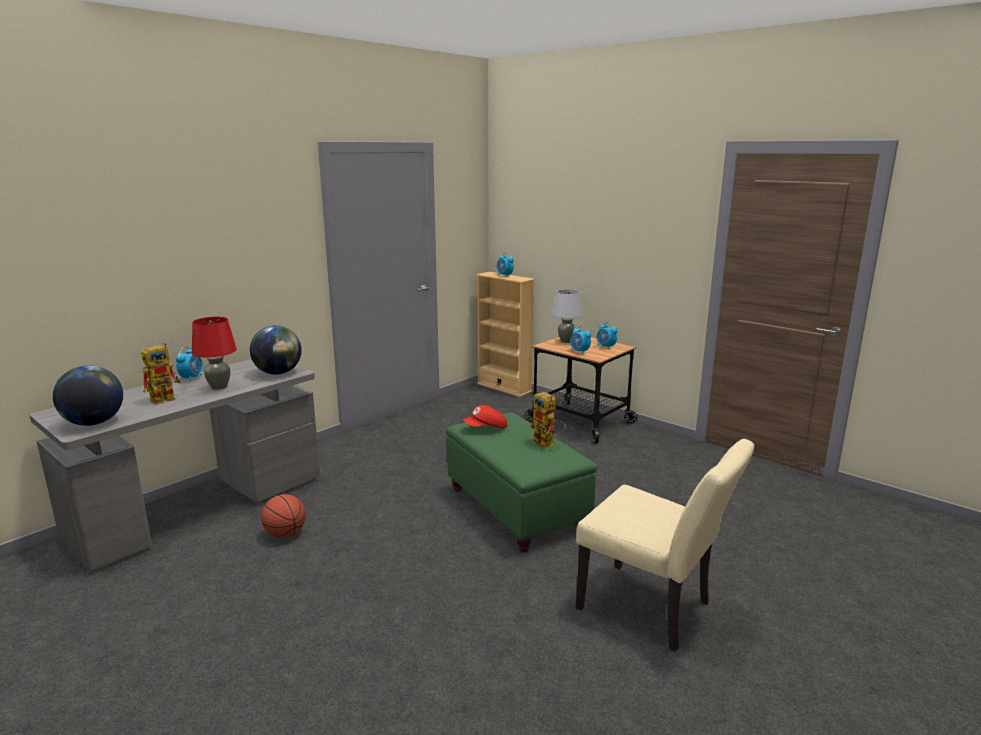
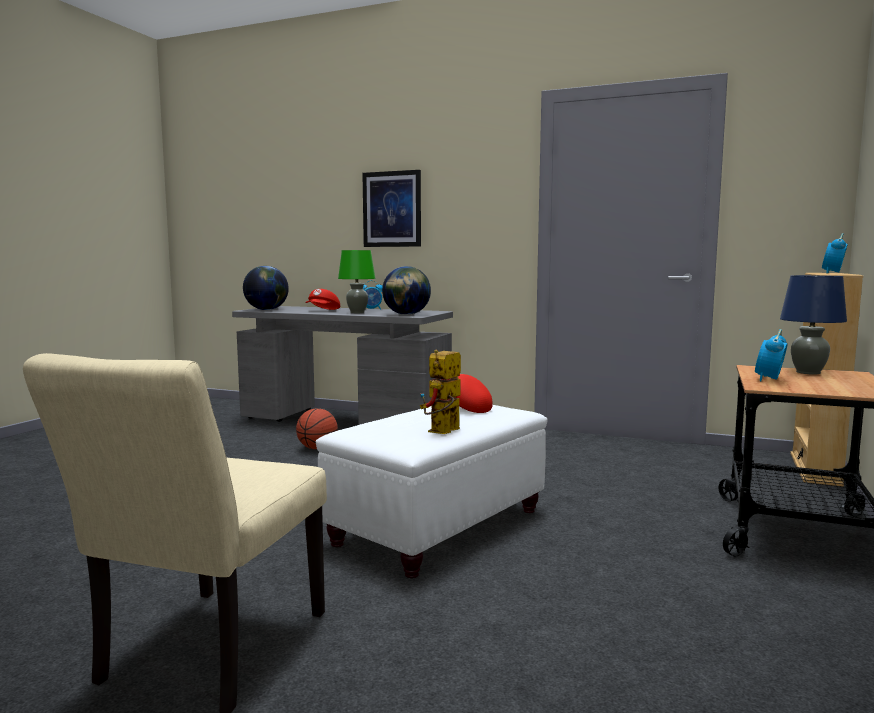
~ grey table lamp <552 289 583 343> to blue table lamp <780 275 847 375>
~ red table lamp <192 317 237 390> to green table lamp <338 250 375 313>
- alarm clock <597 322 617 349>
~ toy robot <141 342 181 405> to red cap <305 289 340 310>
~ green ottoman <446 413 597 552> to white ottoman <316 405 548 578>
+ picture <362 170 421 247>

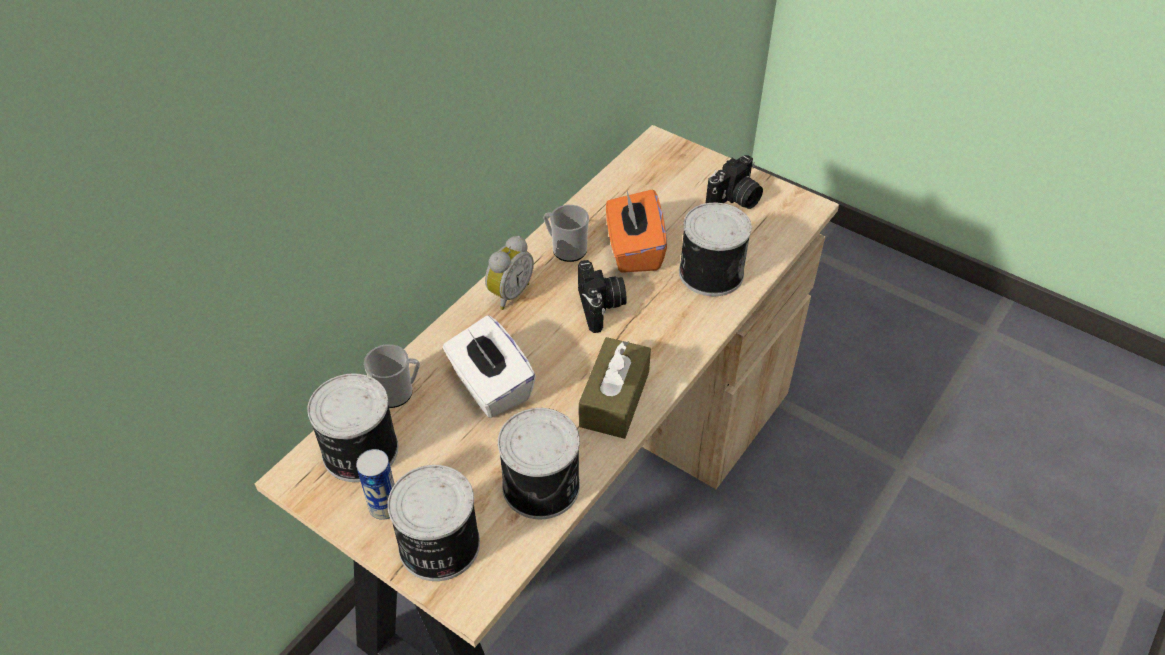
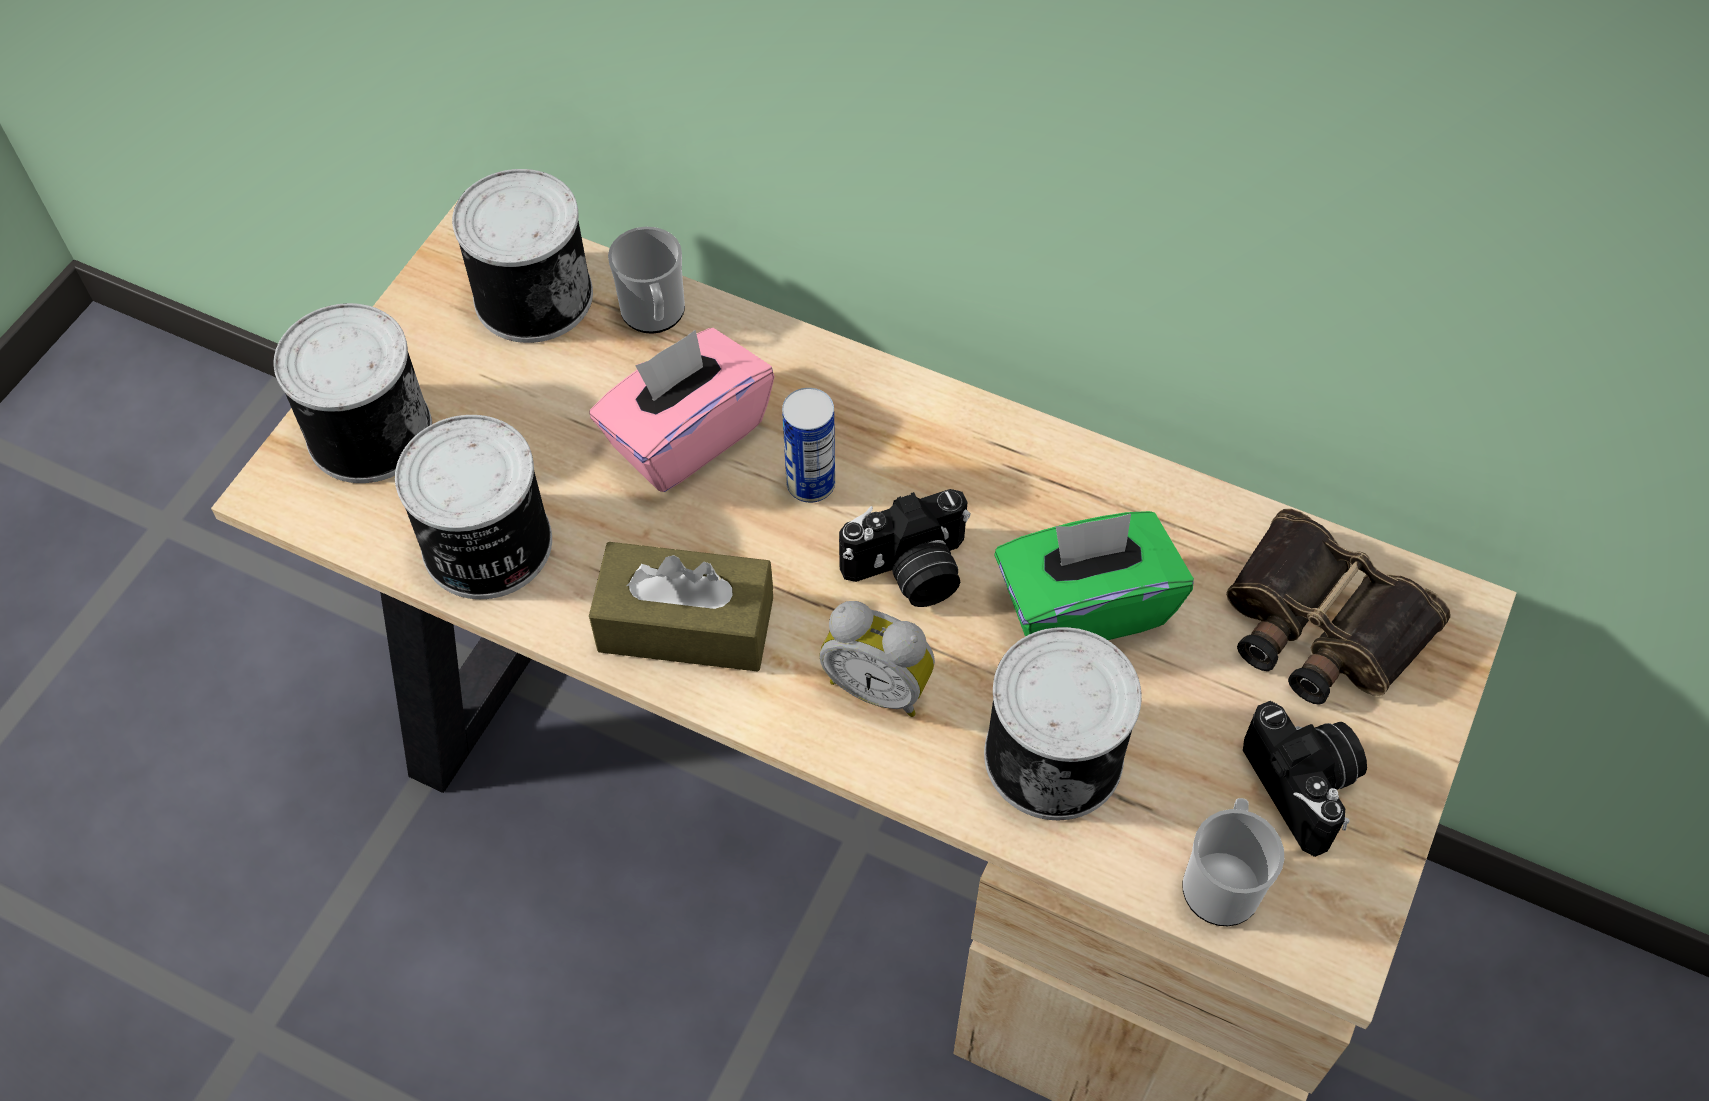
~ photo camera <706 155 763 209> = <1243 701 1367 857> 150 degrees counterclockwise
~ orange tissue box <606 189 667 273> to green tissue box <994 511 1194 640>
~ mug <543 205 589 262> to <1182 798 1284 926>
~ alarm clock <485 236 534 310> to <819 601 935 717>
~ white tissue box <443 315 536 418> to pink tissue box <590 328 775 492>
~ can <356 449 395 520> to <782 388 835 503>
+ binoculars <1226 509 1451 705>

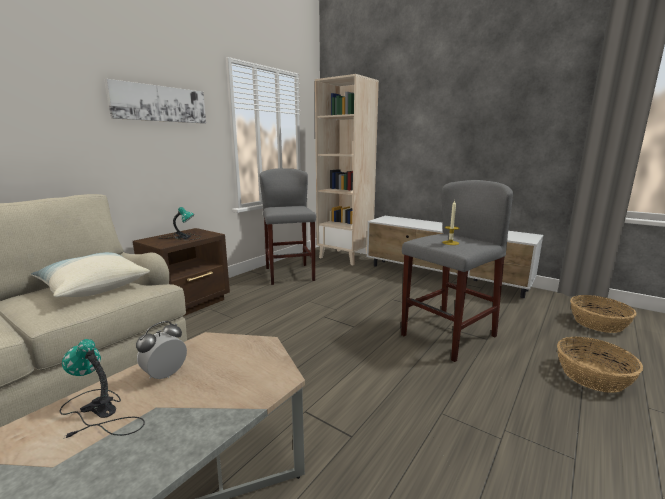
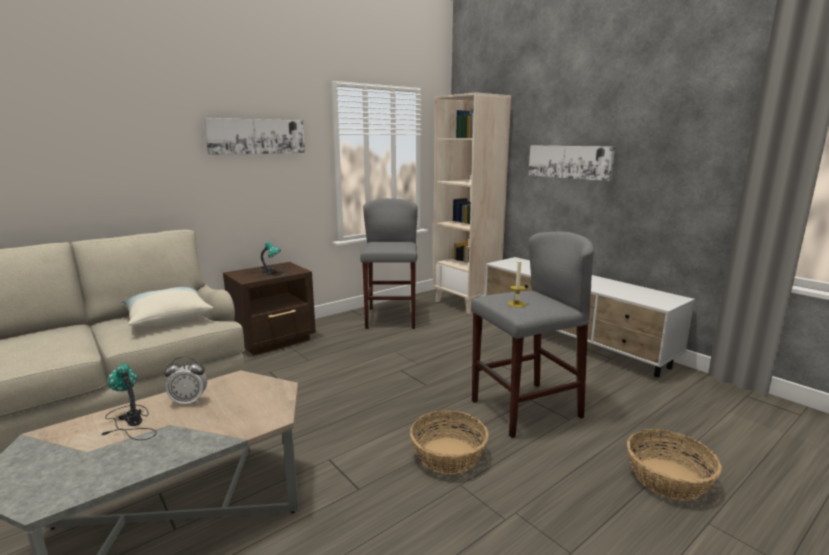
~ basket <570 295 636 333> to <410 410 489 474>
~ alarm clock <136 321 187 379> = <164 357 207 406> 150 degrees counterclockwise
+ picture <528 146 615 181>

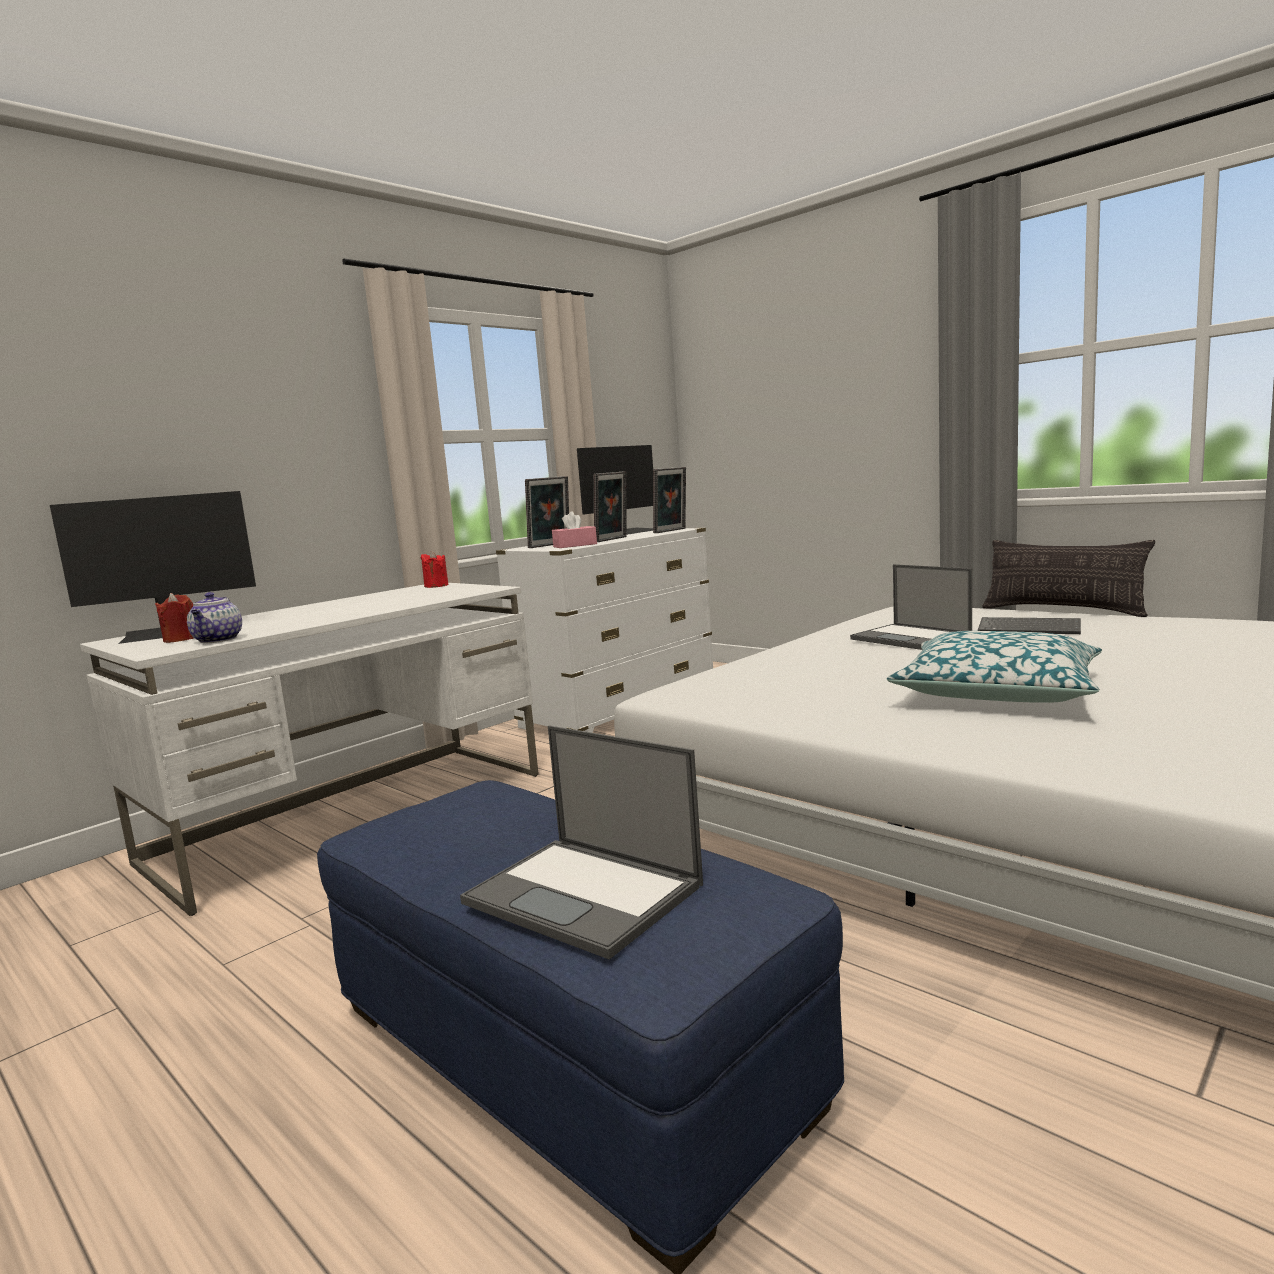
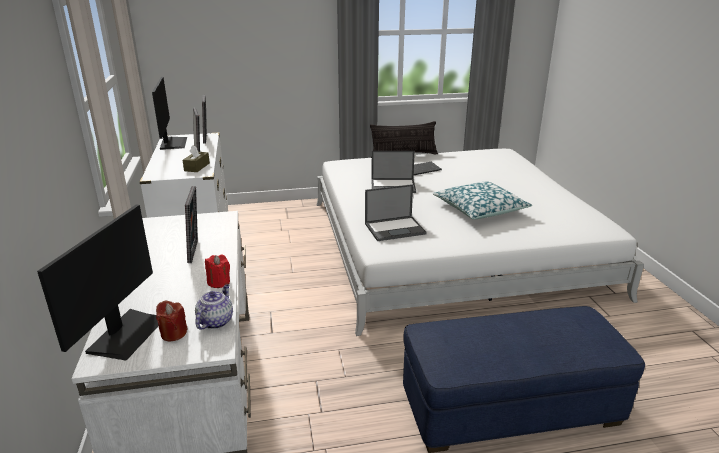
~ picture frame <525 476 569 548> to <185 186 198 263>
~ pink tissue box <552 511 597 548> to brown tissue box <183 145 210 172>
~ red candle <421 551 448 588> to <205 254 230 288>
~ teapot <187 592 242 643> = <195 284 233 330> 105 degrees counterclockwise
~ laptop <460 725 703 960> to <365 184 427 241>

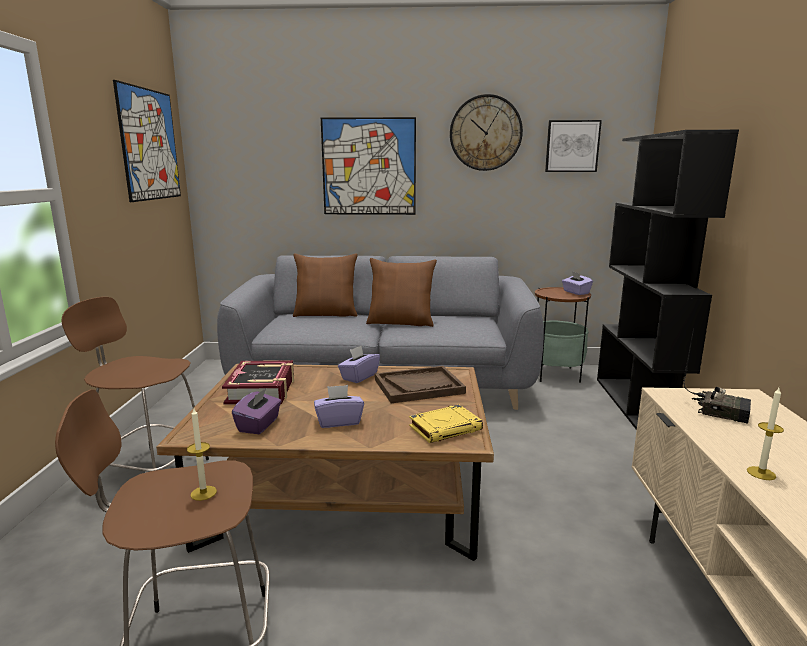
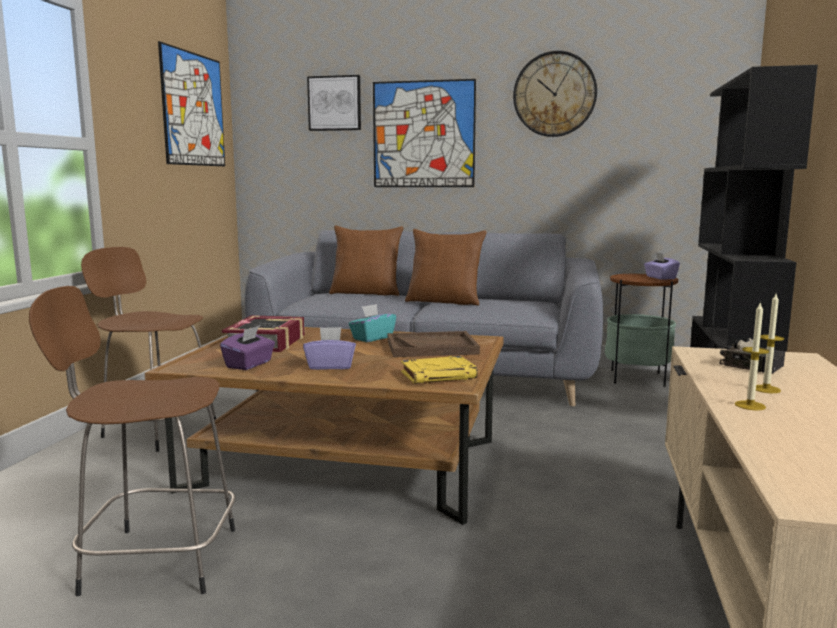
~ picture <545 120 602 172> to <307 75 361 131>
~ purple tissue box <338 346 380 383> to turquoise tissue box <348 304 396 342>
~ candle <187 409 217 501> to <756 294 784 393>

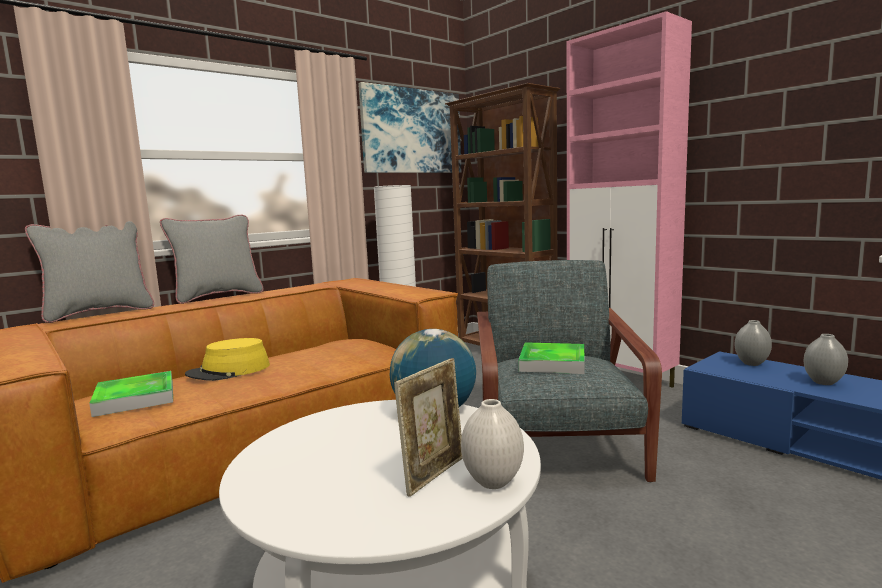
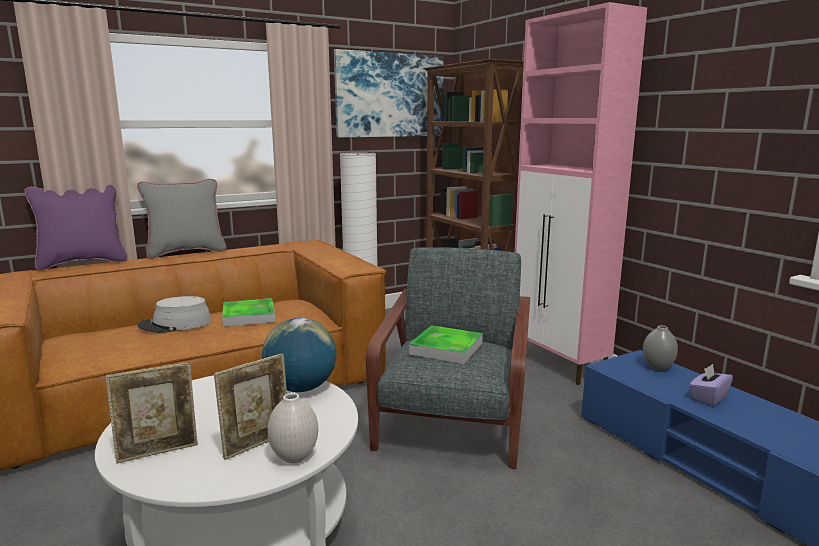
~ grey pillow <25 221 154 323> to purple pillow <24 185 127 270>
~ grey vase <804 334 848 385> to purple tissue box <689 364 733 406>
~ yellow hat <185 338 270 381> to grey hat <138 296 212 333>
~ tray <89 371 173 417> to <222 298 275 327>
+ picture frame <106 362 198 464>

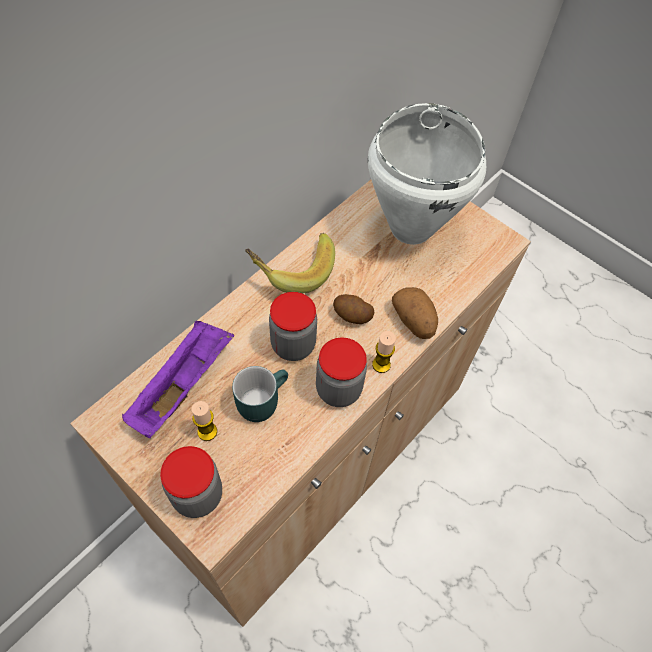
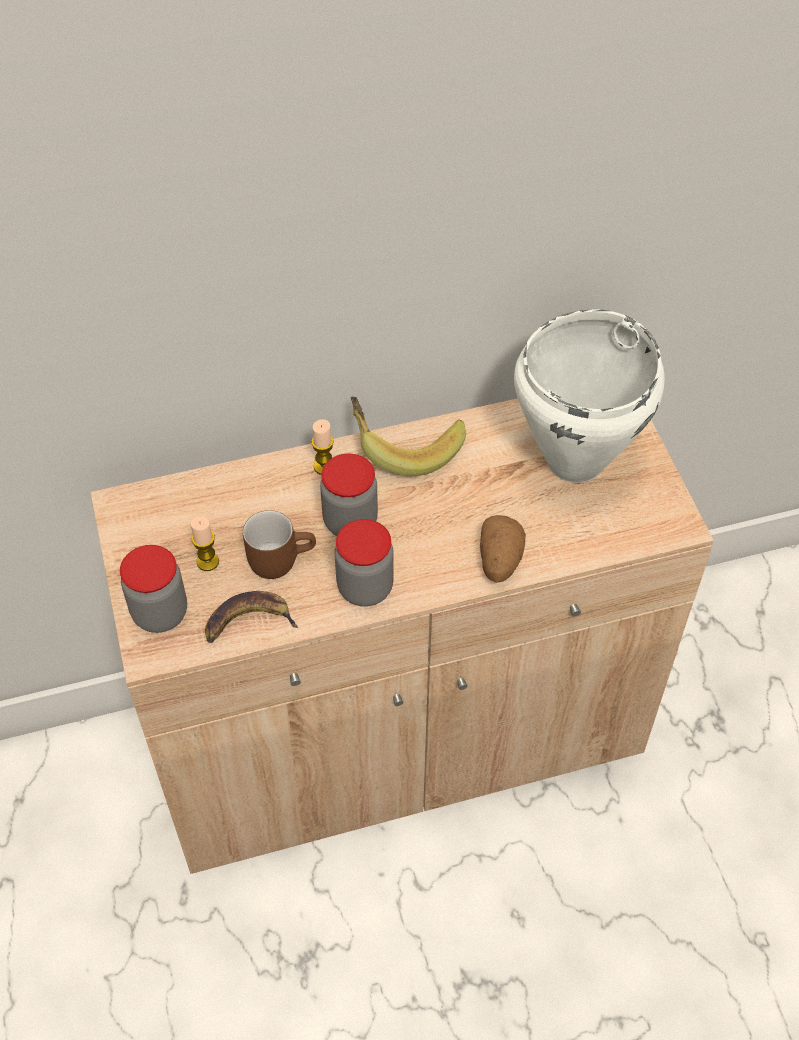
- potato <333 294 374 324>
- purple tray <122 321 234 438>
~ candle <372 331 396 373> to <311 419 334 475>
~ turquoise mug <232 366 288 422> to brown mug <243 510 316 579>
+ banana <205 591 299 643>

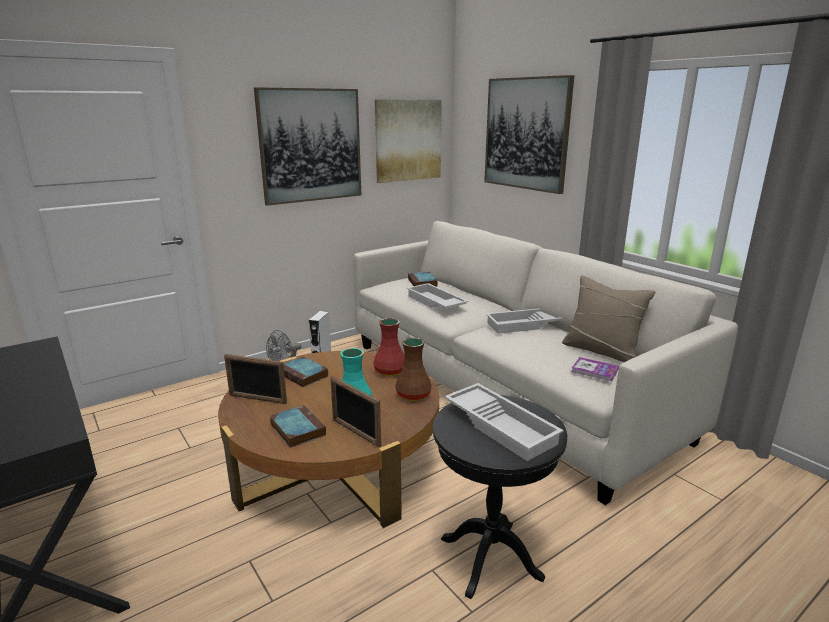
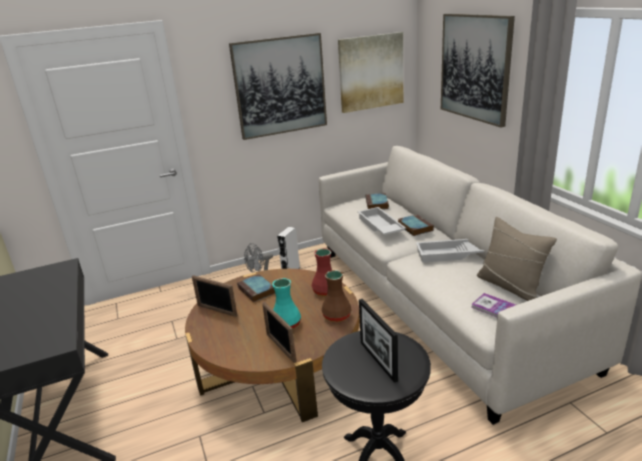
~ white tray <444 383 564 461> to picture frame <359 299 398 383>
~ book <270 405 326 448> to <398 215 434 236>

